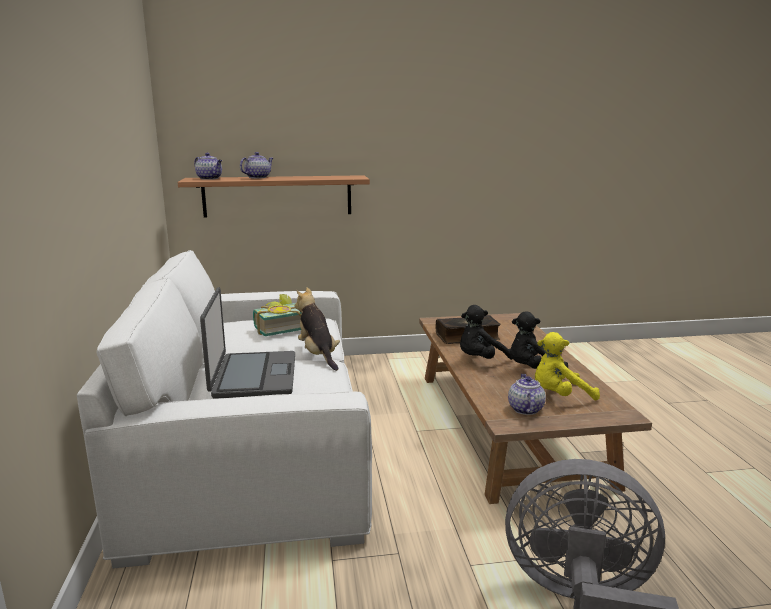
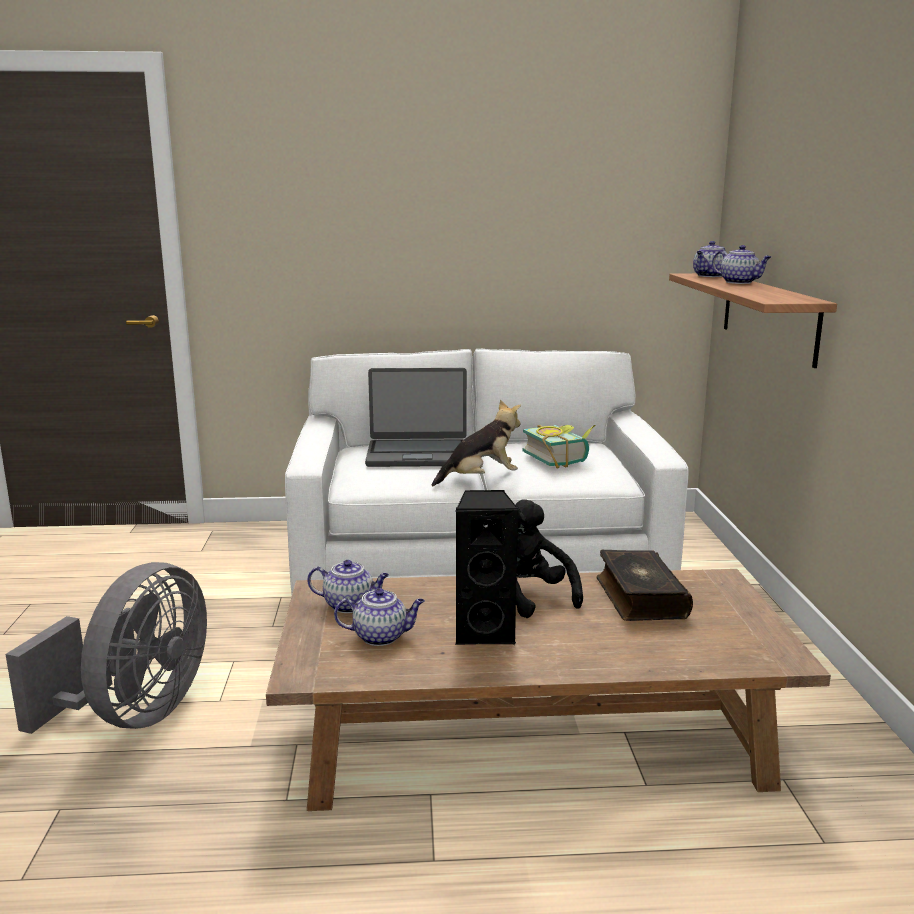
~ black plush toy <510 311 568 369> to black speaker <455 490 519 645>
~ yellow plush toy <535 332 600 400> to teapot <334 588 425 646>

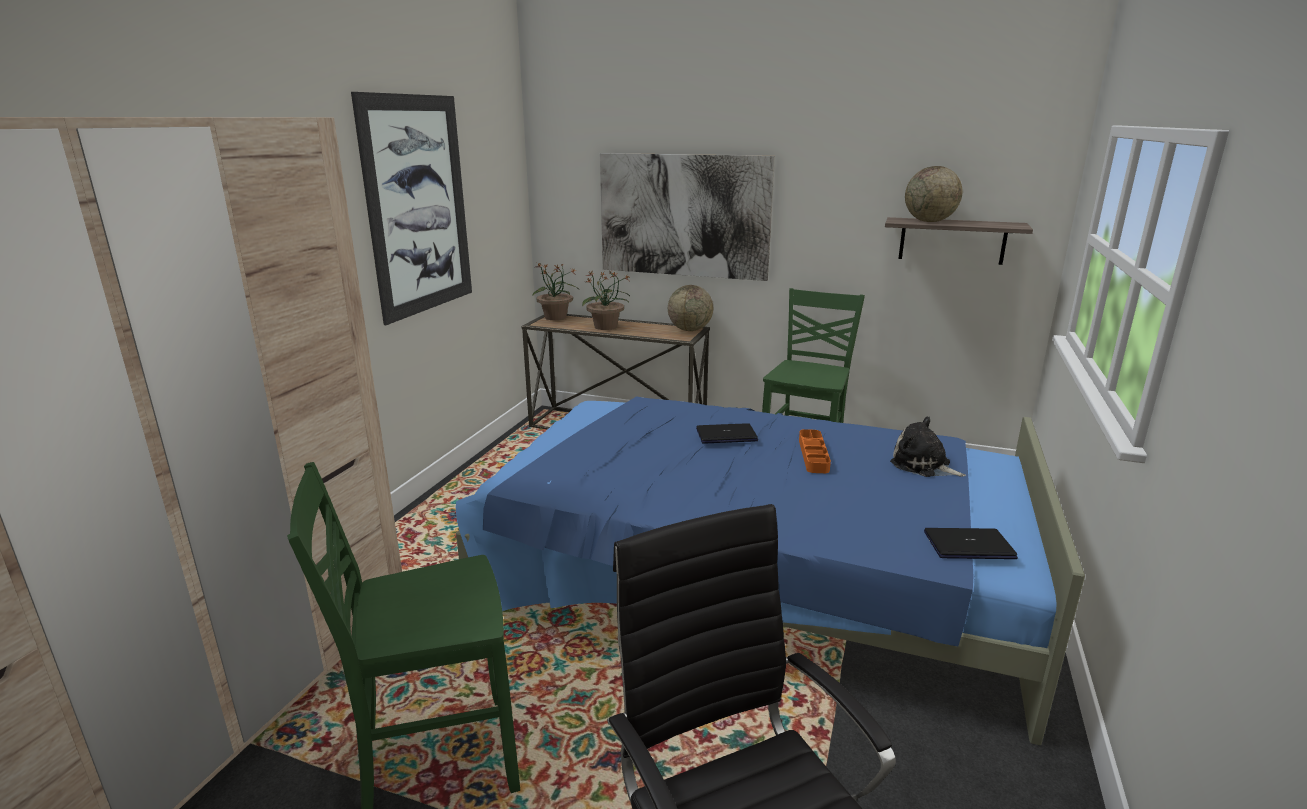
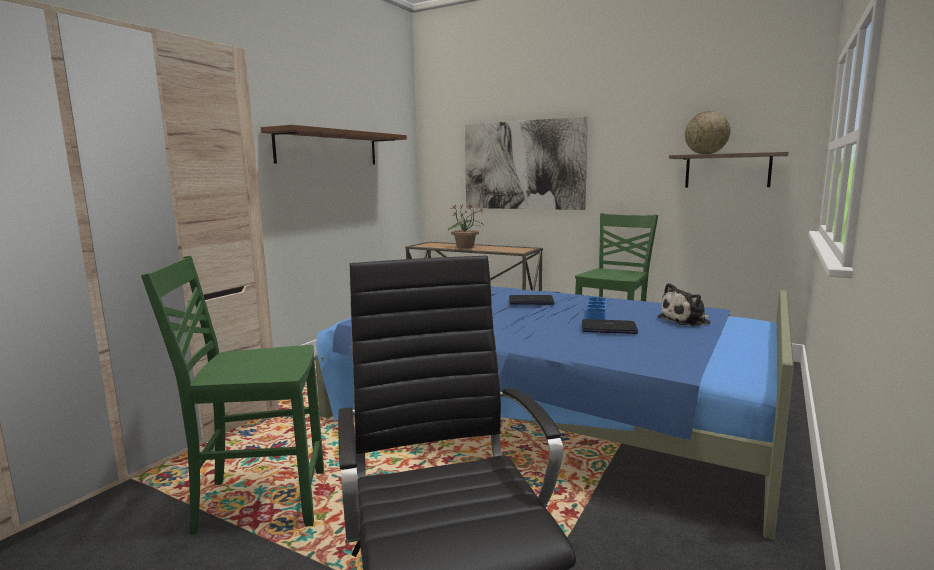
~ picture <351 92 472 325> to brown shelf <261 125 407 165>
- potted plant <532 263 579 320>
- globe <668 285 713 331>
~ plush toy <890 417 966 477> = <658 283 711 326> 75 degrees counterclockwise
~ orange tray <799 429 831 473> to blue tray <586 297 606 320>
~ laptop <924 528 1018 559> to <582 319 638 334>

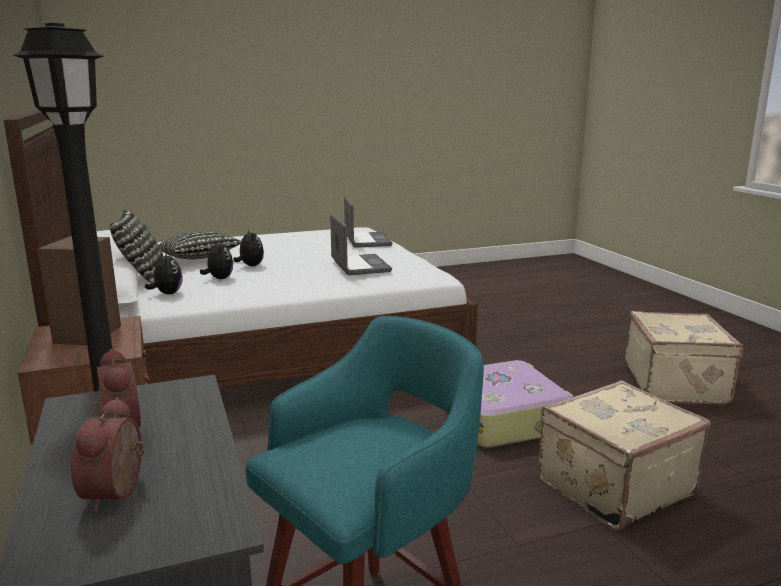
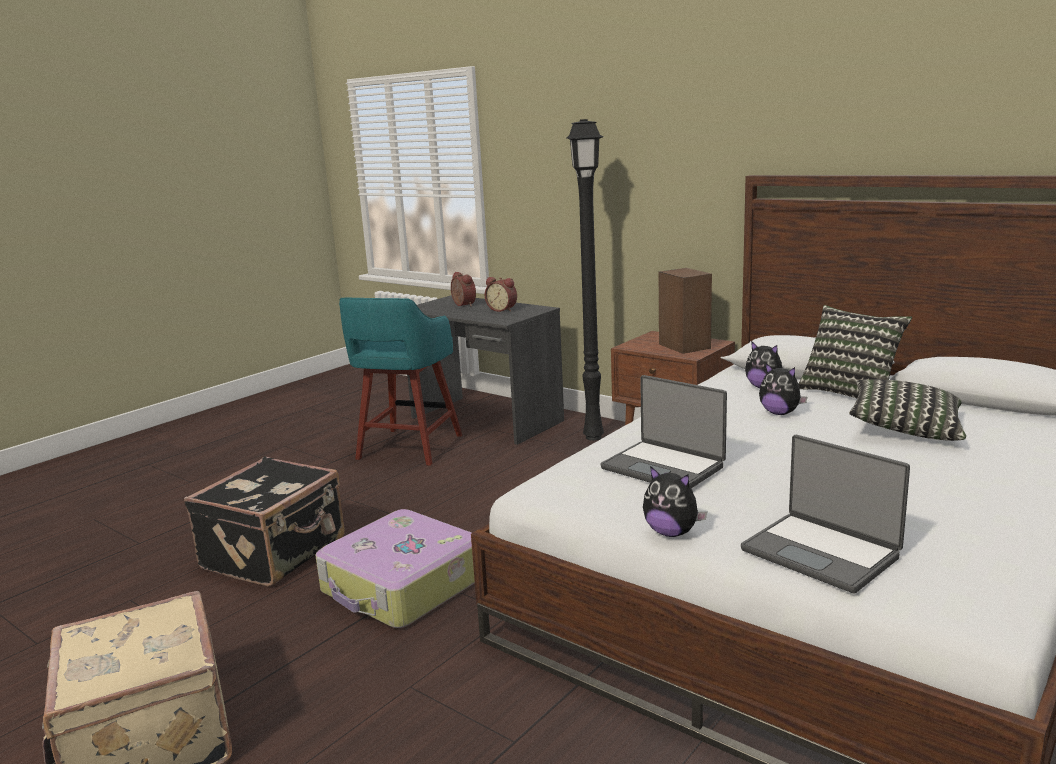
~ plush toy <234 229 264 266> to <643 466 707 537>
~ beige suitcase <538 380 710 531> to black suitcase <184 457 345 587>

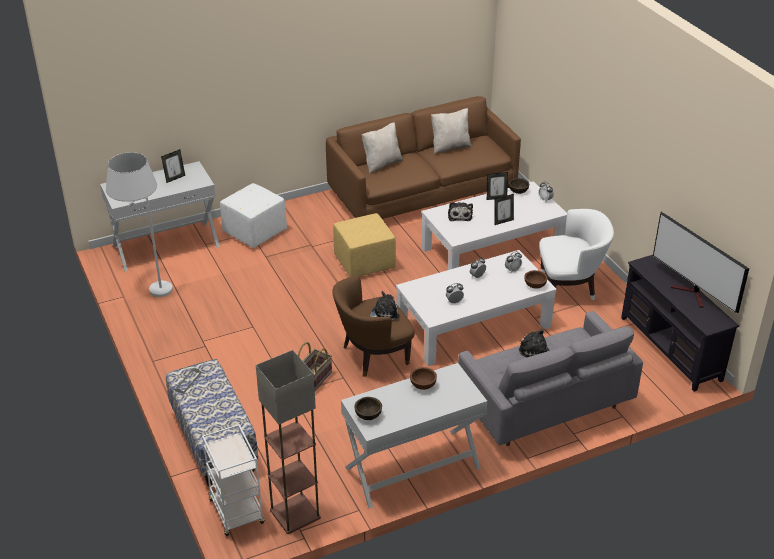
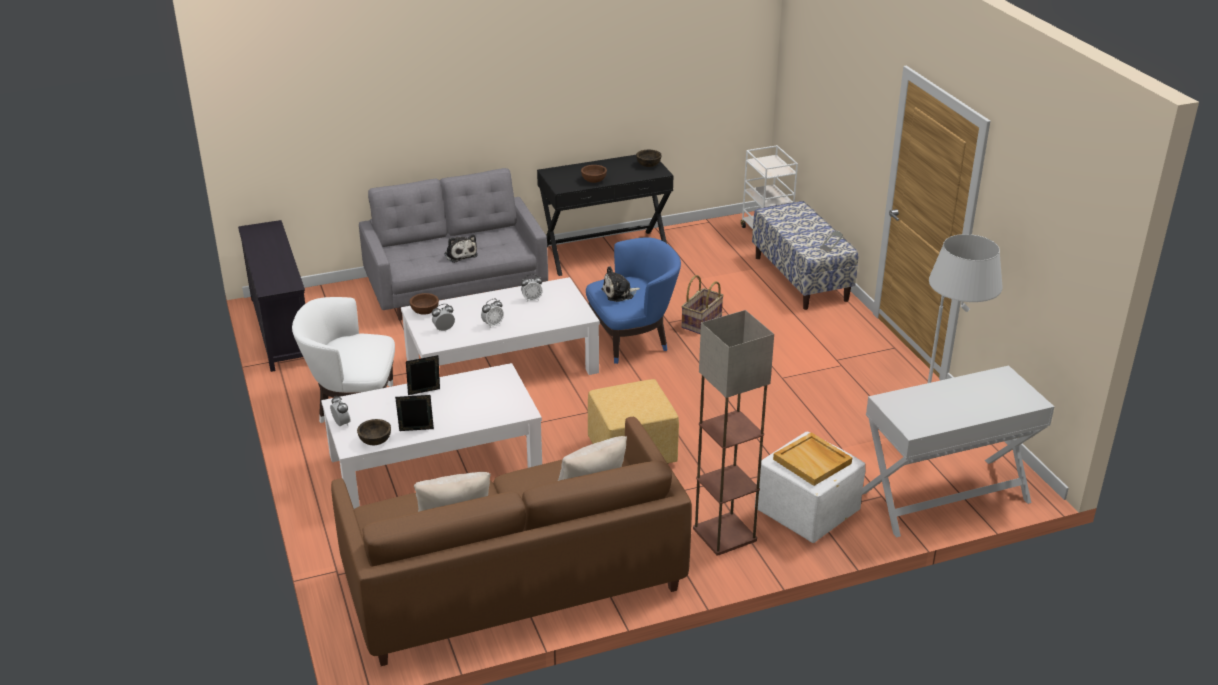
- picture frame <161 149 185 183>
- plush toy <448 202 473 221>
- television <653 212 749 313>
~ brown armchair <332 275 414 377> to blue armchair <586 237 681 364>
~ floor lamp <256 350 321 534> to <693 310 774 556>
~ white console table <341 363 487 509> to black console table <537 155 674 276>
+ beige tray <773 432 852 486>

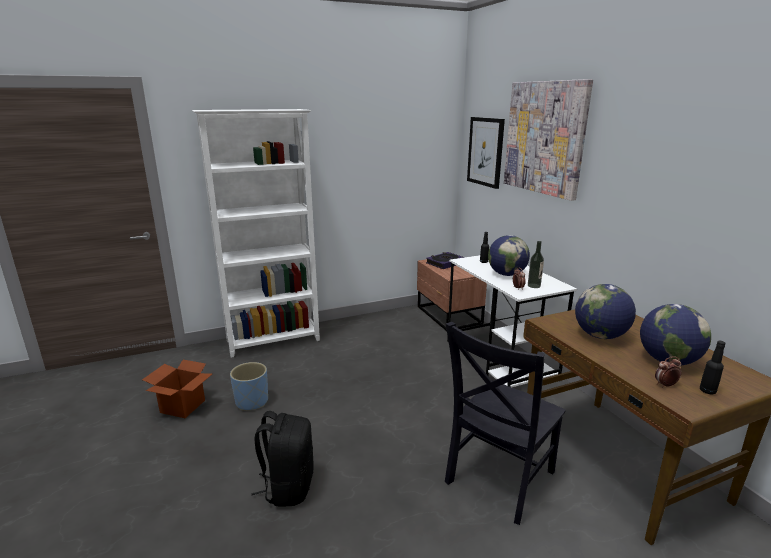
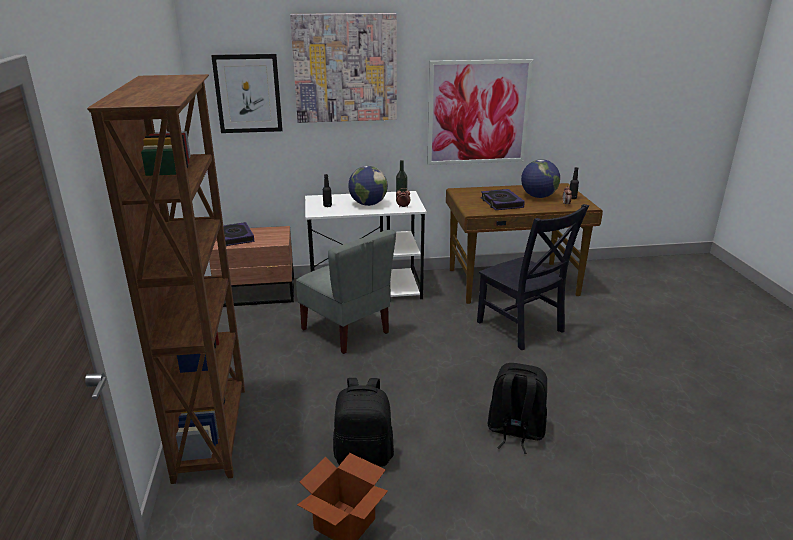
~ white bookcase <192 109 320 358> to brown bookcase <87 74 245 484>
~ globe <575 284 636 339> to book <481 189 525 210>
~ blue planter <230 362 268 410> to black backpack <333 378 394 467>
+ picture <427 59 533 165>
+ grey chair <296 229 396 354>

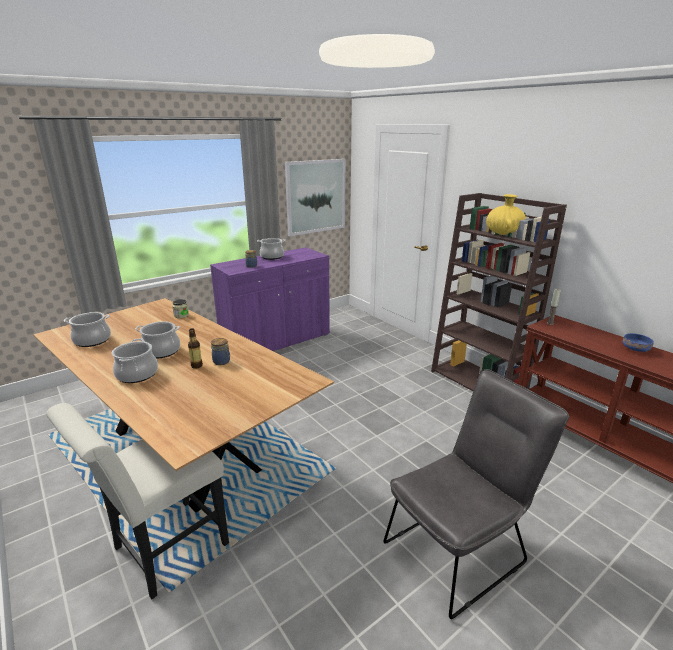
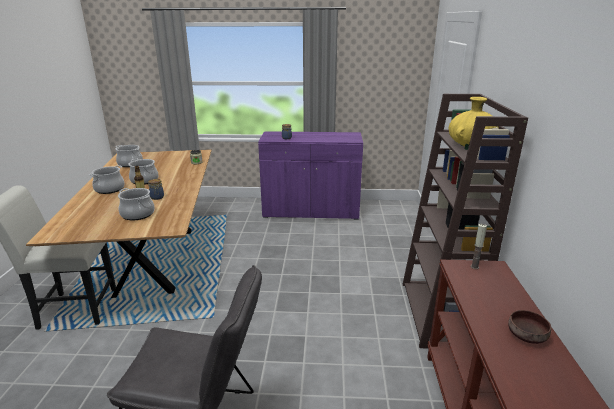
- picture <285 159 346 236>
~ cooking pot <257 238 285 260> to <118 188 155 220>
~ blue bowl <622 333 654 352> to brown bowl <508 310 551 344>

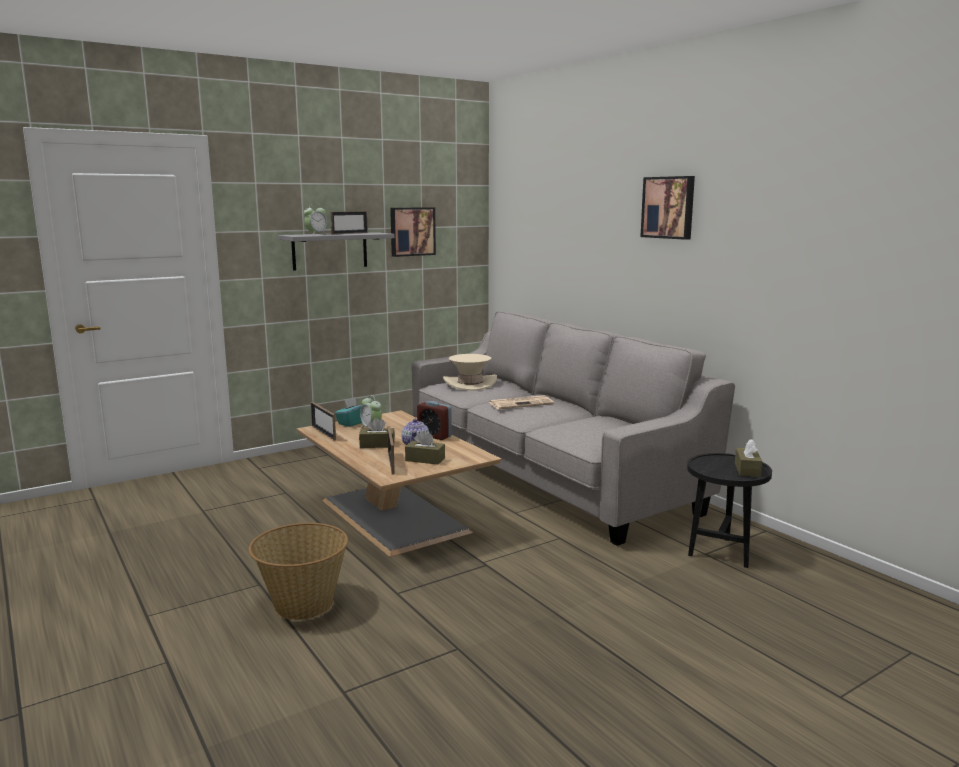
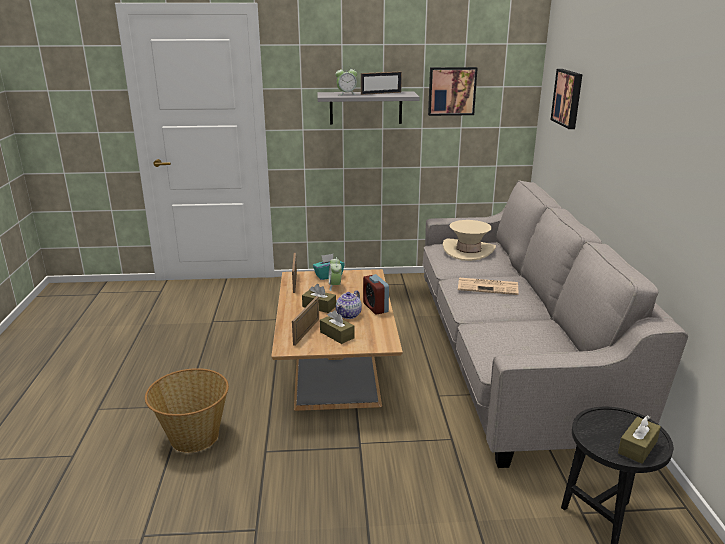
~ picture <640 176 695 240> to <551 69 583 129>

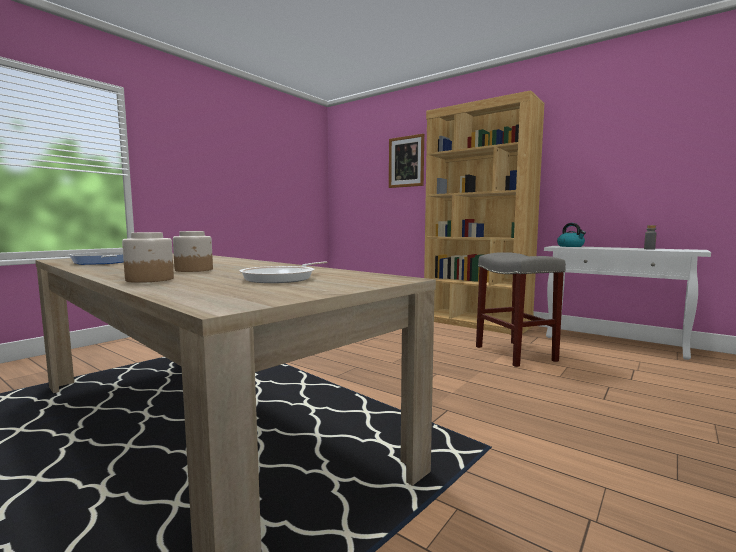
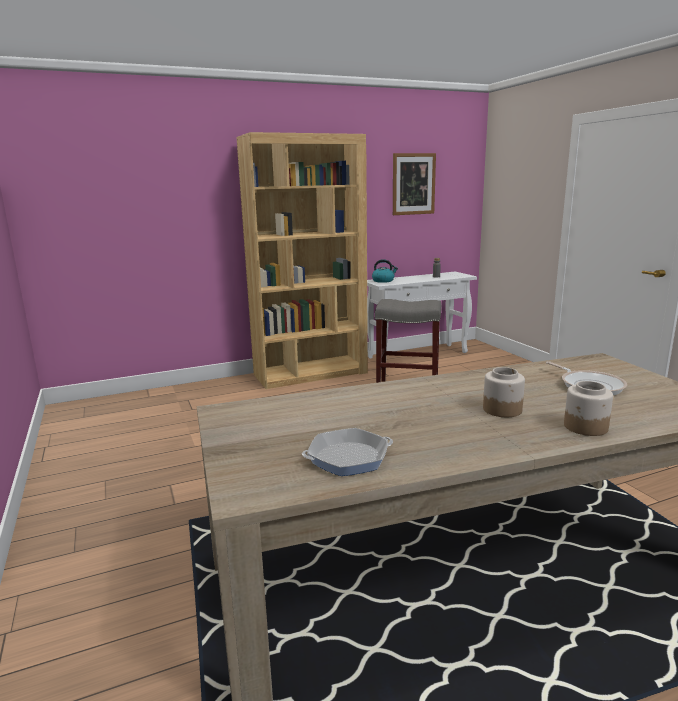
~ picture <389 133 424 188> to <393 153 436 215>

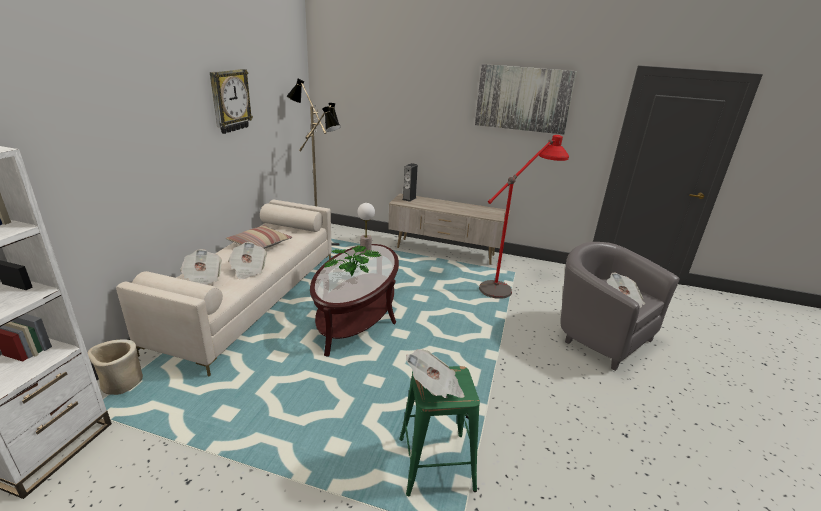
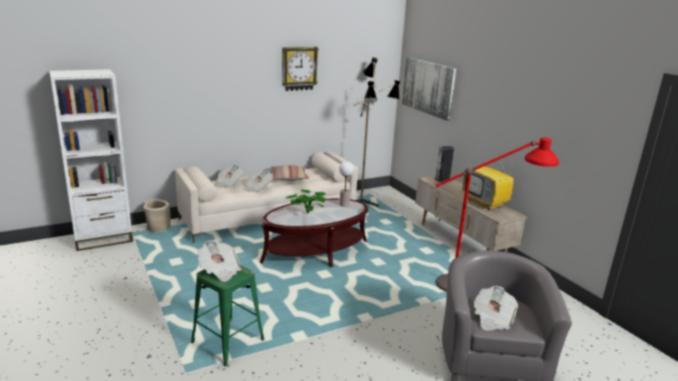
~ picture <475 64 577 135> to <402 57 456 121>
+ television <462 157 514 210>

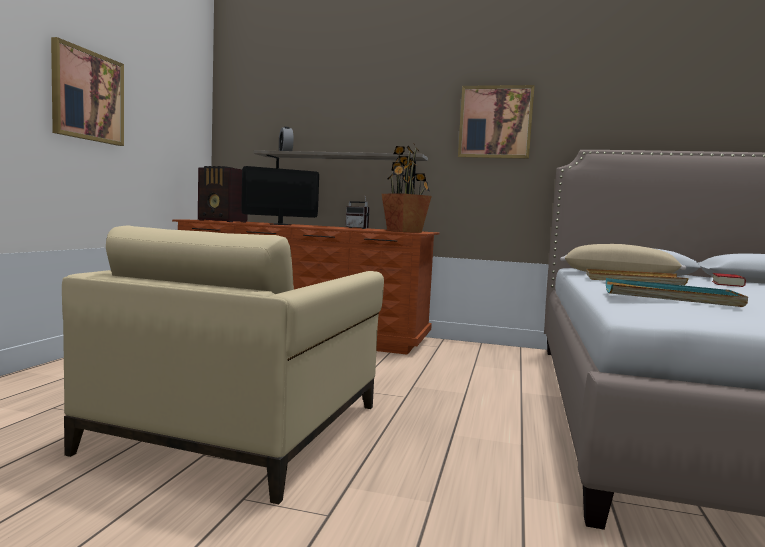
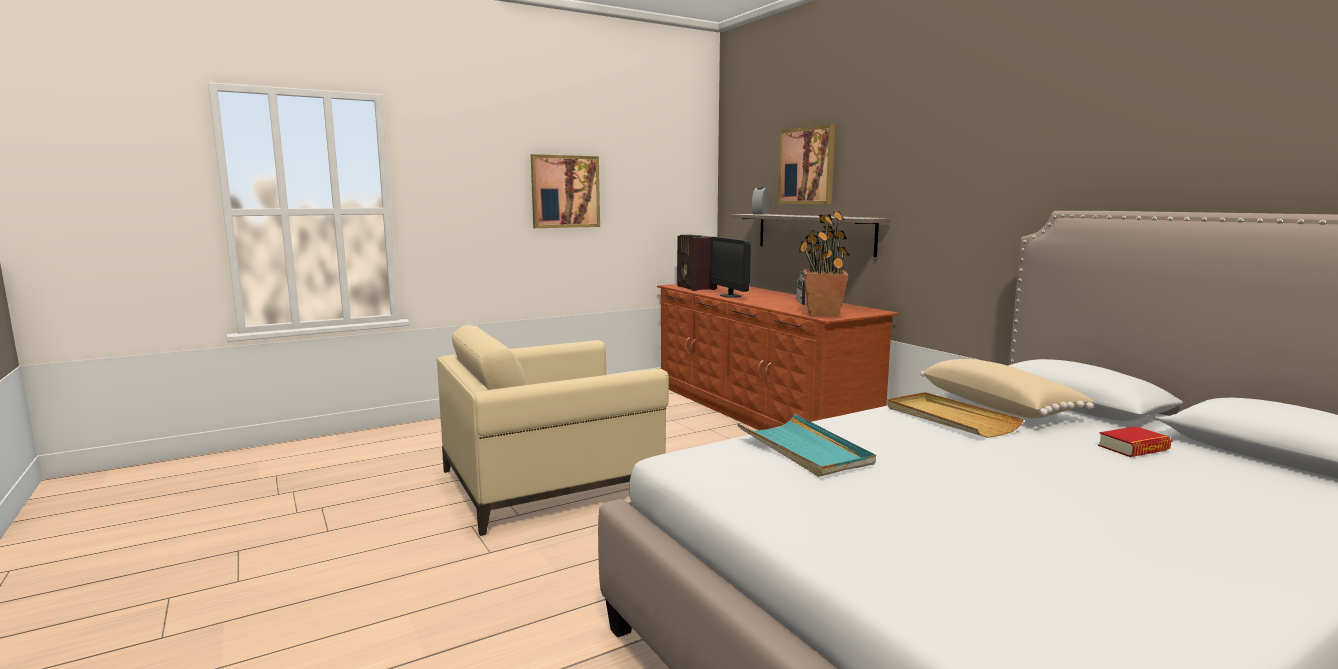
~ picture <458 85 535 159> to <778 124 835 204>
~ monitor <241 166 319 225> = <710 237 751 298> 135 degrees counterclockwise

